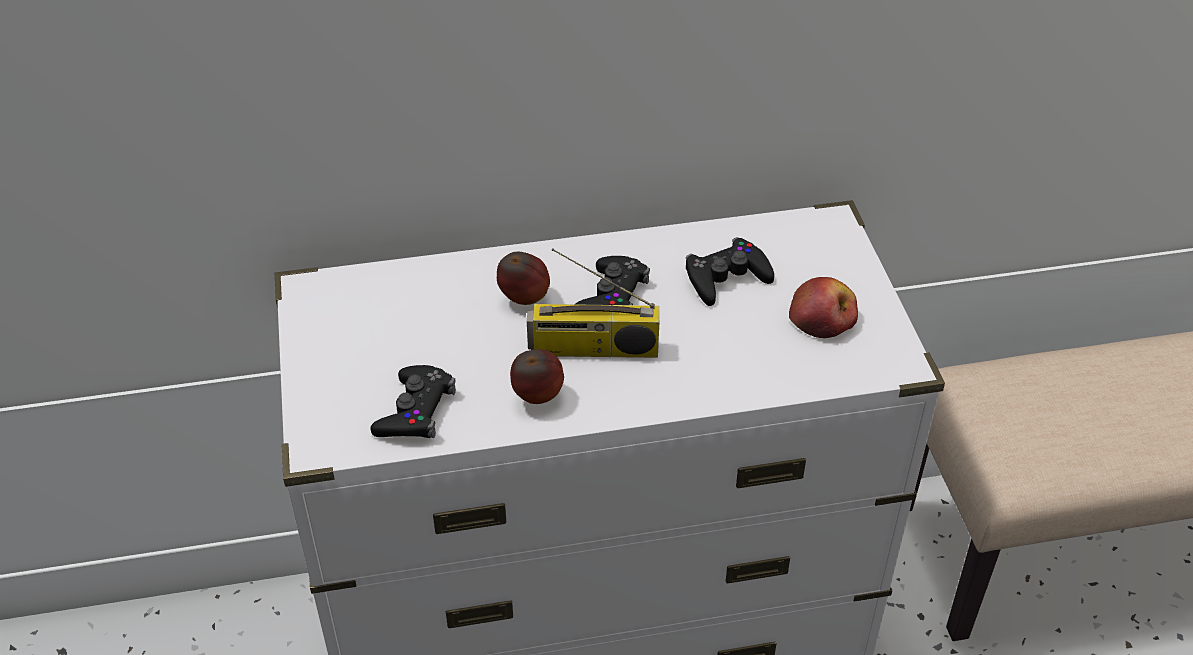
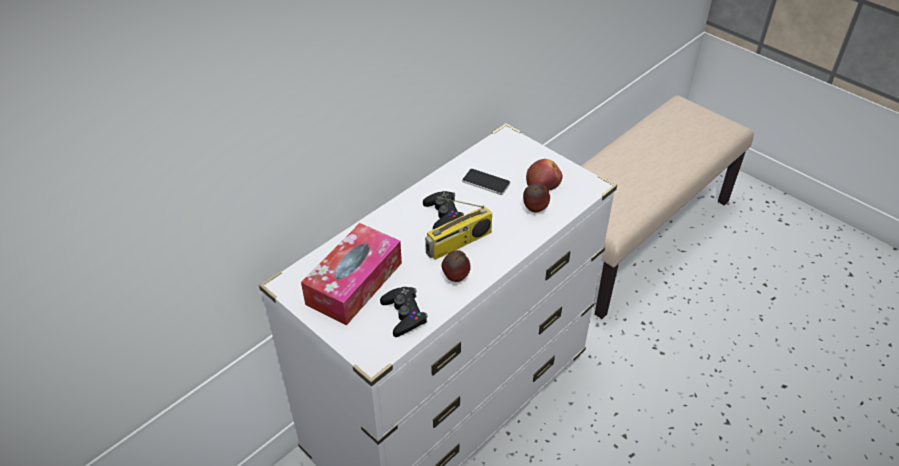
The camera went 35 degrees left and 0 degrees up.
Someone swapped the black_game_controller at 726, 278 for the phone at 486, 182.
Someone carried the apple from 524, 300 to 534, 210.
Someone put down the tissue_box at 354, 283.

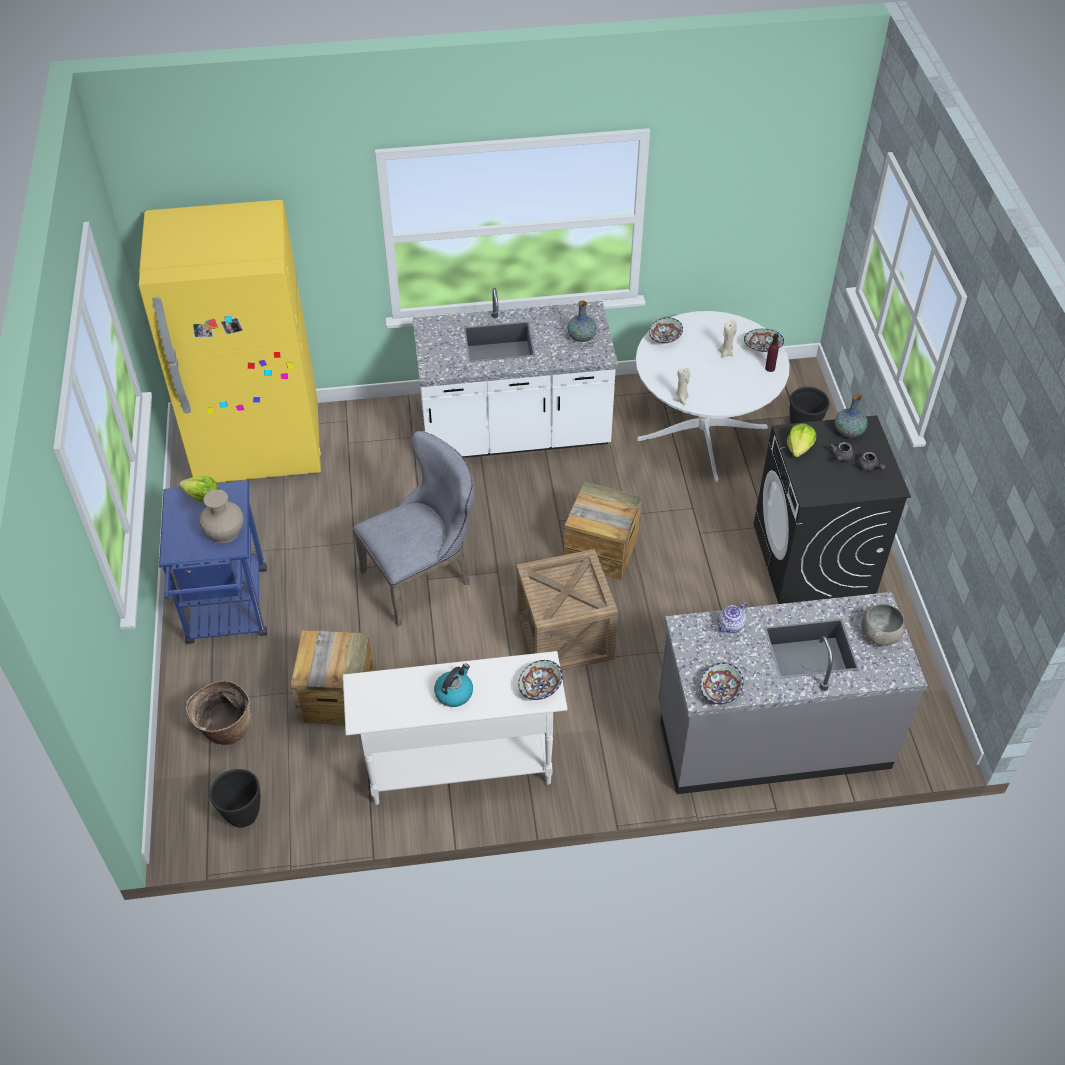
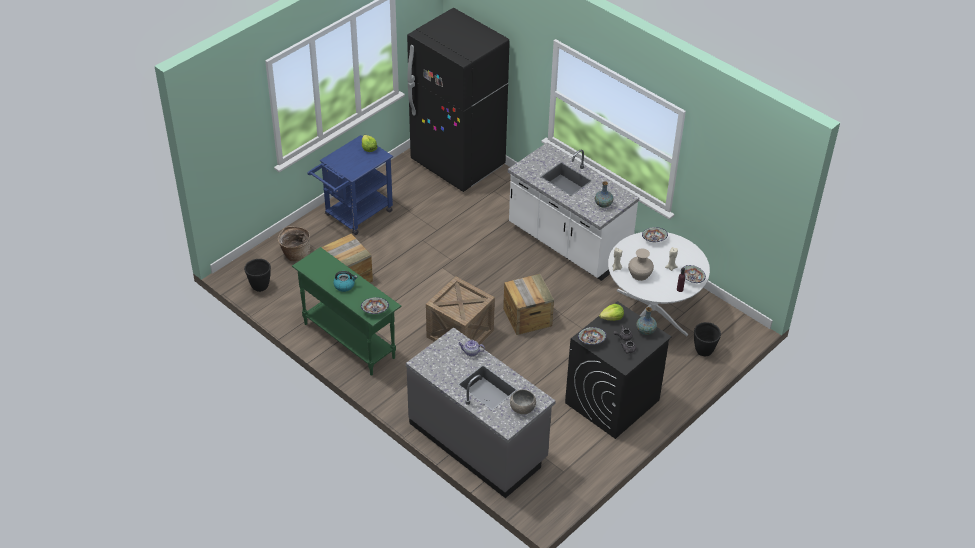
The camera went 50 degrees right and 5 degrees down.
Someone repainted the yellow_fridge at 259, 446, which became the black_fridge at 458, 164.
Someone took away the grey_chair at 423, 576.
Someone carried the beige_vase from 224, 531 to 640, 274.
Someone repainted the white_console_table at 459, 768, which became the green_console_table at 349, 340.
Someone carried the bowl from 720, 691 to 591, 341.

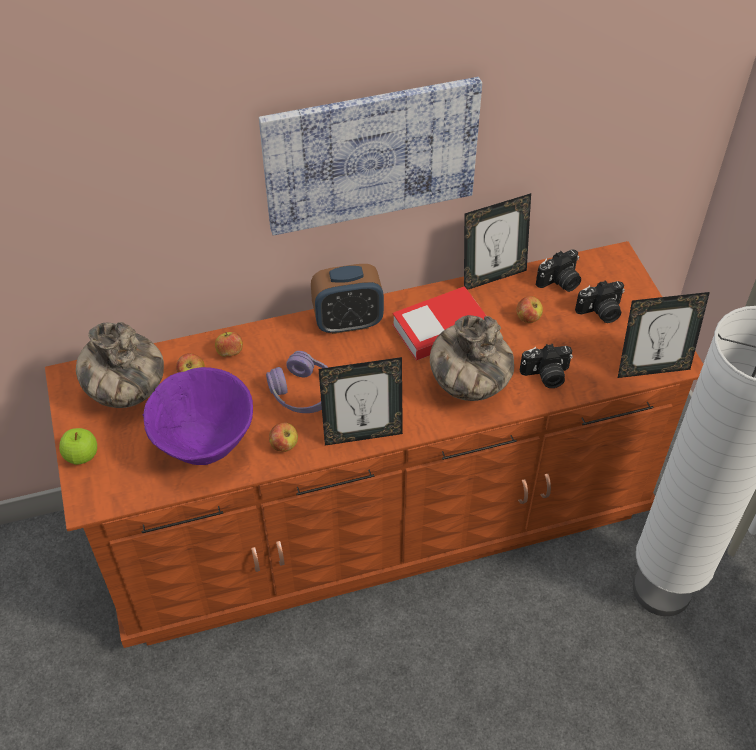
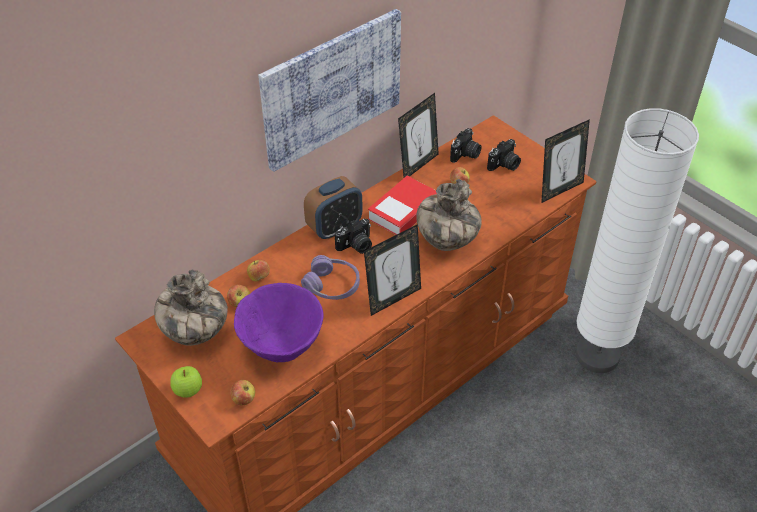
The camera went 25 degrees left and 5 degrees down.
Someone carried the photo_camera from 546, 376 to 356, 246.
Someone carried the apple from 284, 445 to 244, 399.

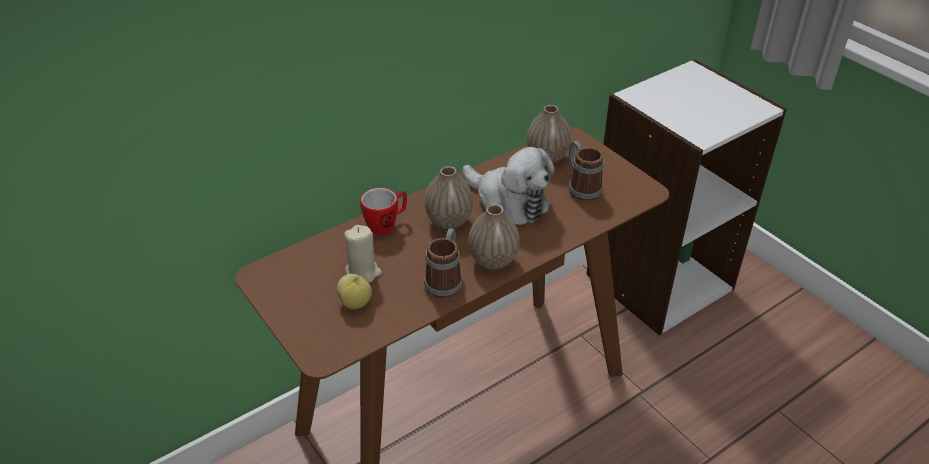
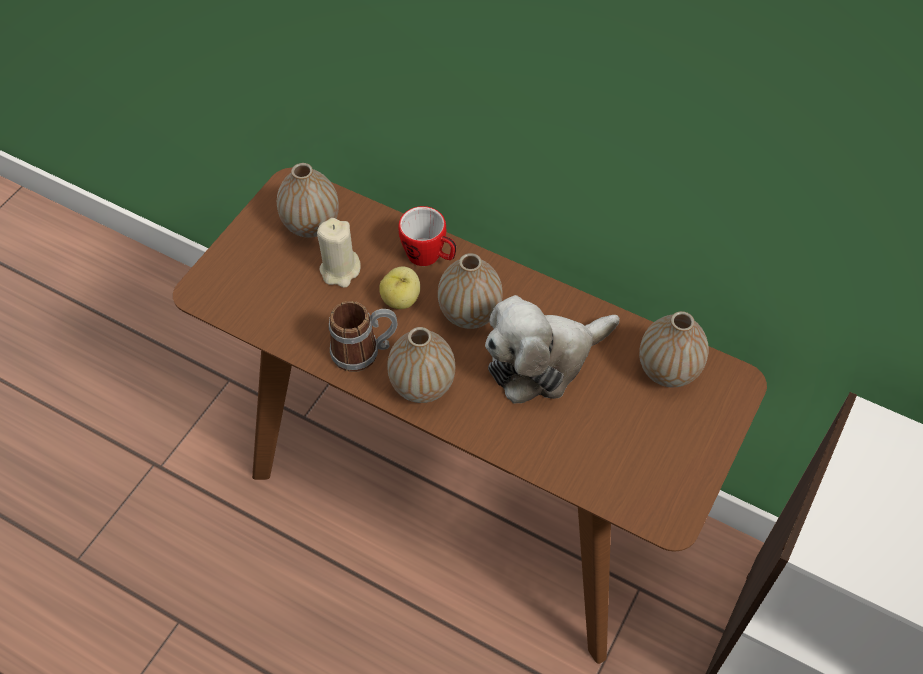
The camera went 65 degrees right and 15 degrees up.
Someone took away the mug at 581, 187.
Someone rotated the plush_toy at 508, 202 by 45 degrees clockwise.
Someone carried the apple from 355, 303 to 401, 300.
Someone put down the vase at 311, 225.

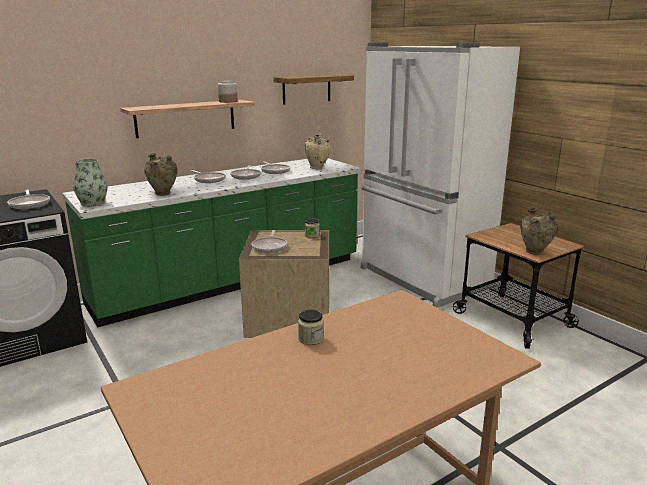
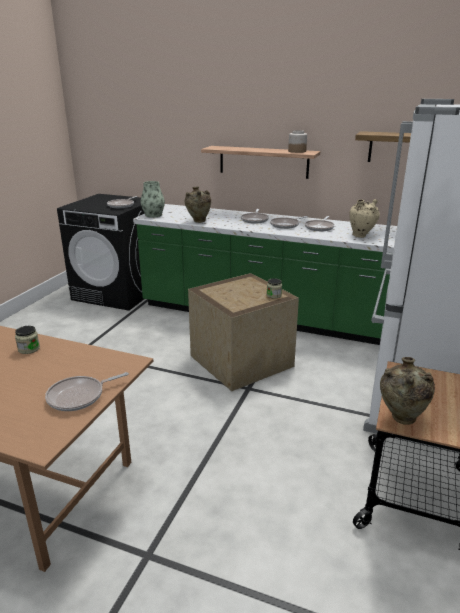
The camera went 55 degrees right and 5 degrees up.
Someone carried the frying_pan from 270, 247 to 79, 396.

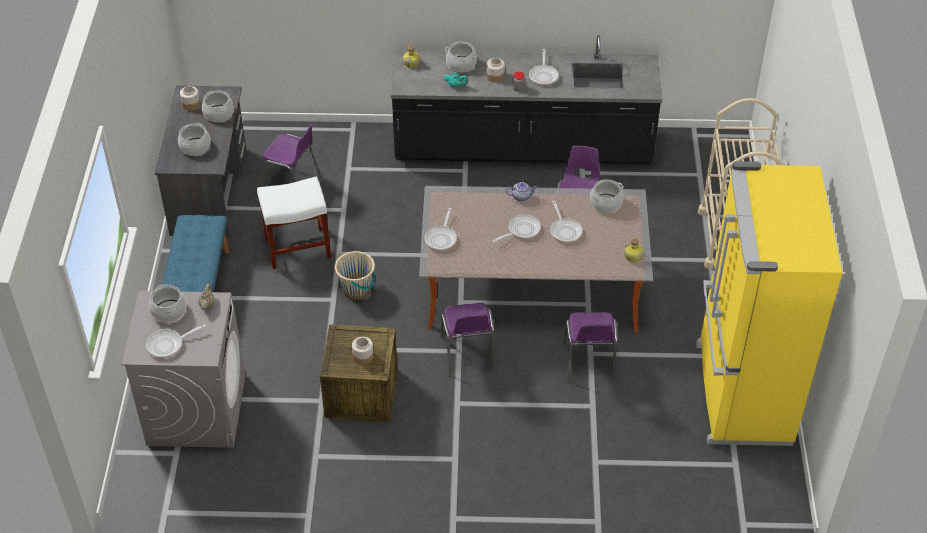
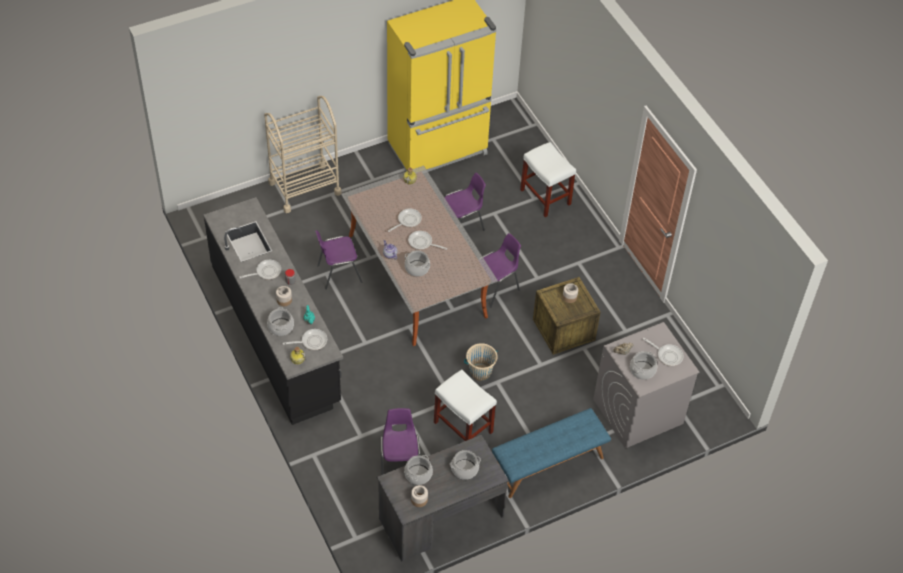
The camera went 120 degrees left and 5 degrees up.
Someone carried the cooking_pot from 605, 203 to 417, 268.
Someone carried the frying_pan from 441, 238 to 311, 341.
Someone put down the white_stool at 546, 197.

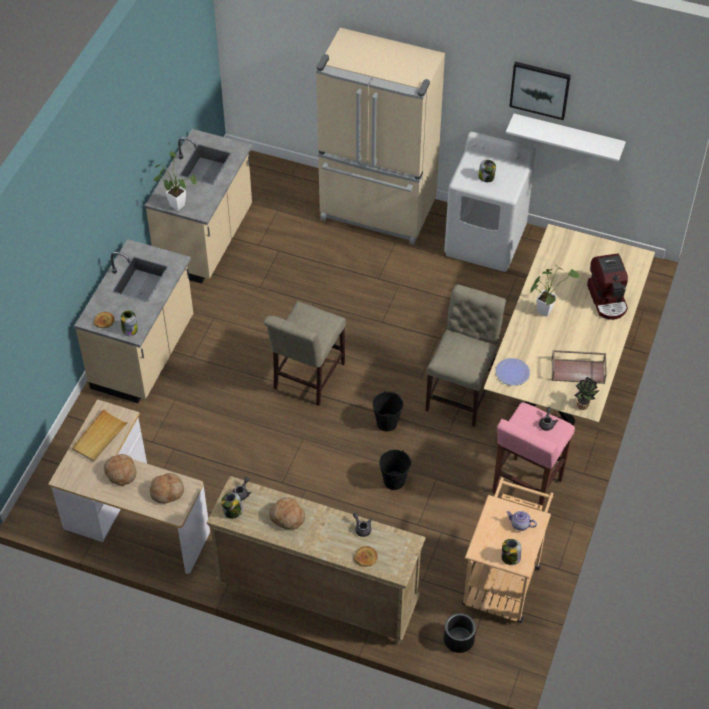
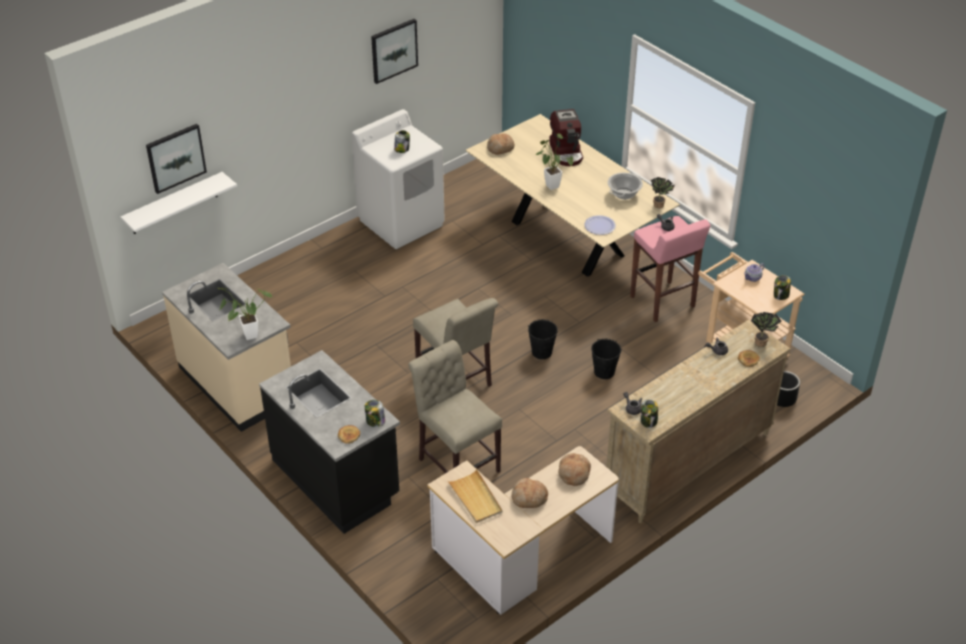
The camera went 60 degrees left and 10 degrees down.
Someone took away the beige_fridge at 377, 211.
Someone carried the white_shelf from 567, 136 to 174, 204.
Someone repainted the beige_counter at 144, 354, which became the black_counter at 336, 478.
Someone rotated the coffee_machine at 608, 299 by 60 degrees clockwise.
Someone carried the beige_chair from 462, 393 to 456, 462.
Someone swapped the brown_tray at 578, 370 for the cooking_pot at 624, 194.
Someone carried the bread from 287, 517 to 500, 148.
Someone put up the picture at 175, 157.
Someone put down the potted_plant at 762, 342.

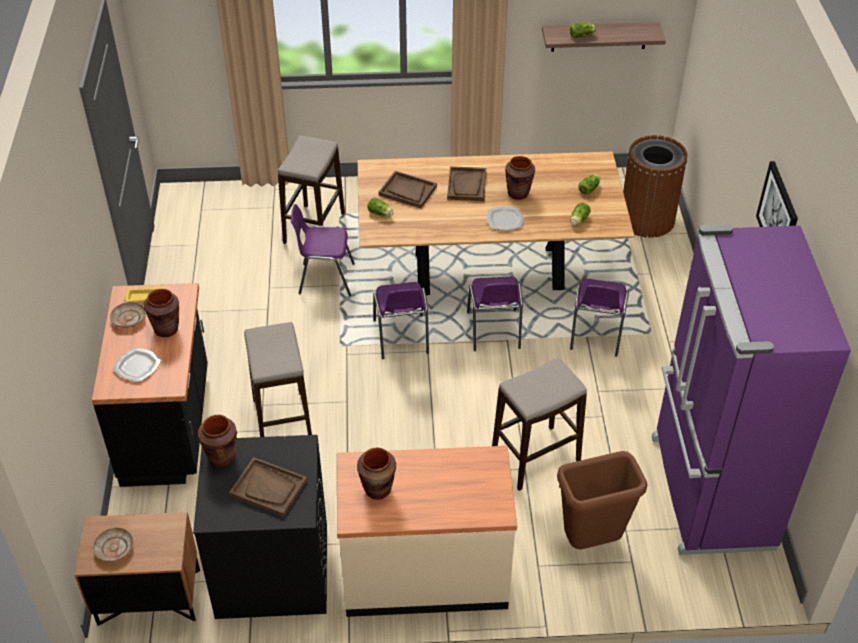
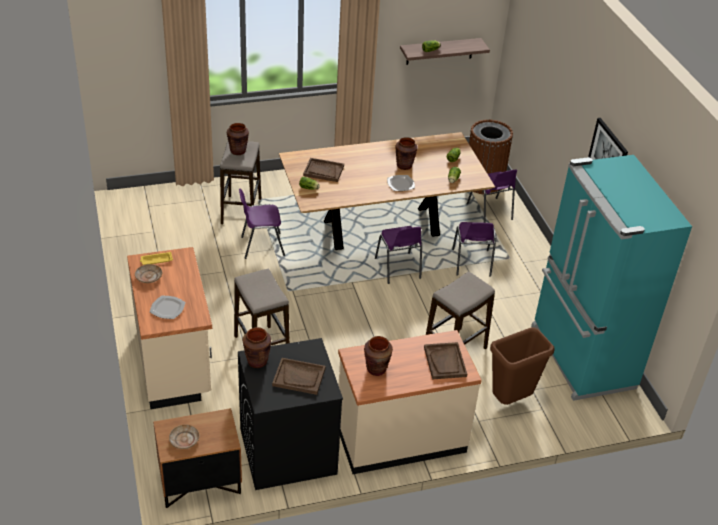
The camera went 15 degrees left and 5 degrees down.
Someone carried the brown_tray from 467, 185 to 445, 362.
Someone repainted the purple_fridge at 709, 492, which became the turquoise_fridge at 580, 358.
Someone carried the purple_chair from 401, 338 to 490, 212.
Someone repainted the black_counter at 168, 427, which became the beige_counter at 175, 363.
Someone carried the brown_vase from 166, 329 to 238, 151.

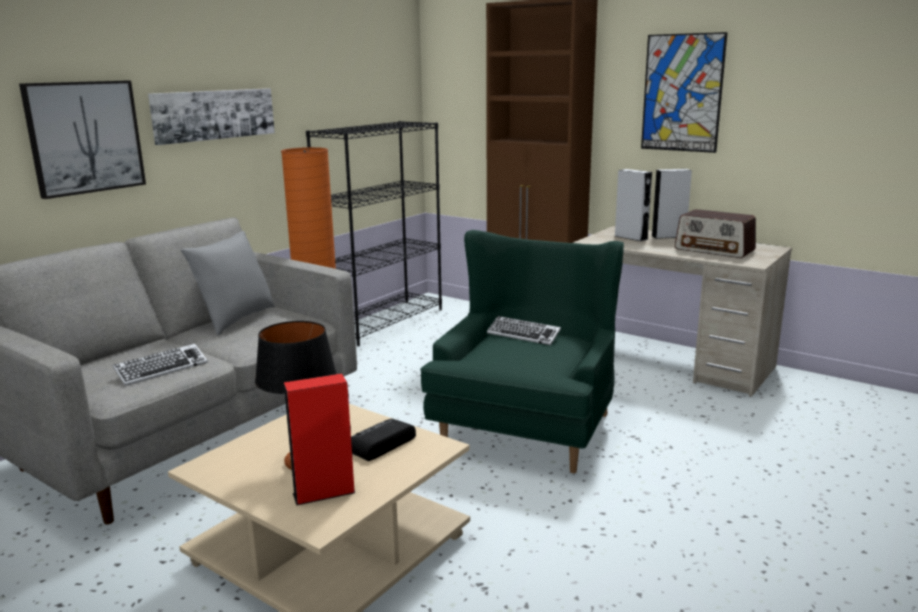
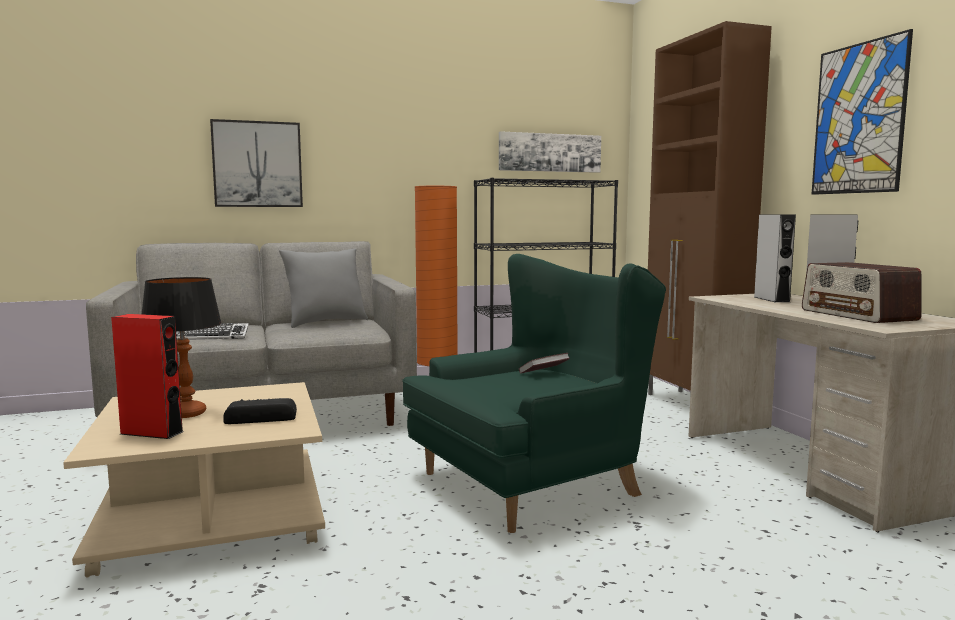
The camera went 35 degrees right and 10 degrees down.
Someone carried the picture from 214, 114 to 549, 152.
Someone swapped the keyboard at 523, 335 for the book at 544, 373.

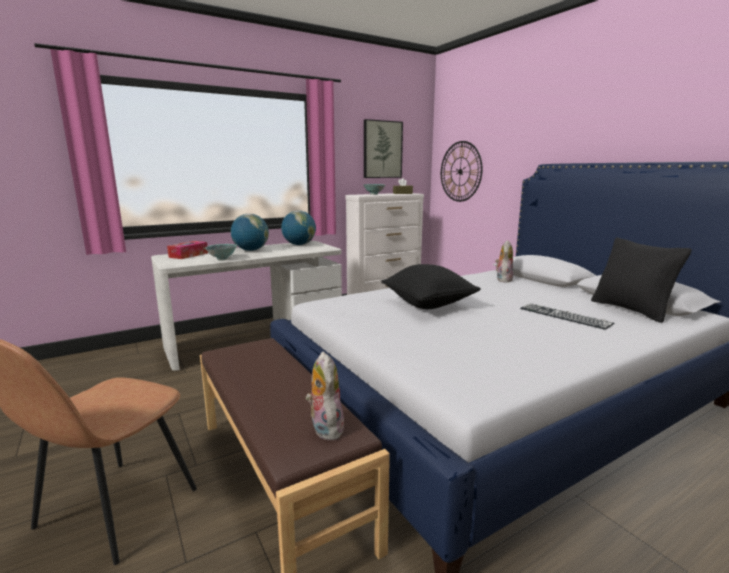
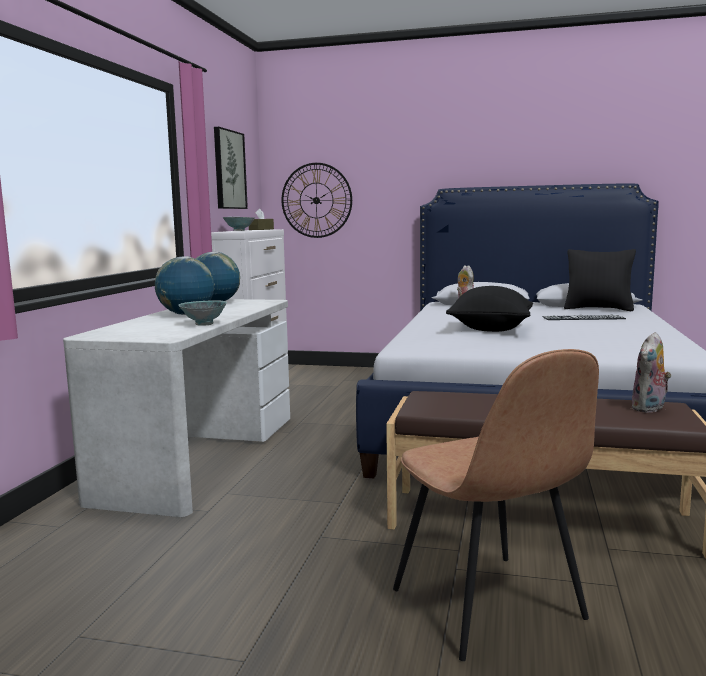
The camera went 45 degrees left and 5 degrees down.
Someone took away the tissue_box at 188, 255.
Someone rotated the plush_toy at 324, 428 by 75 degrees counterclockwise.

